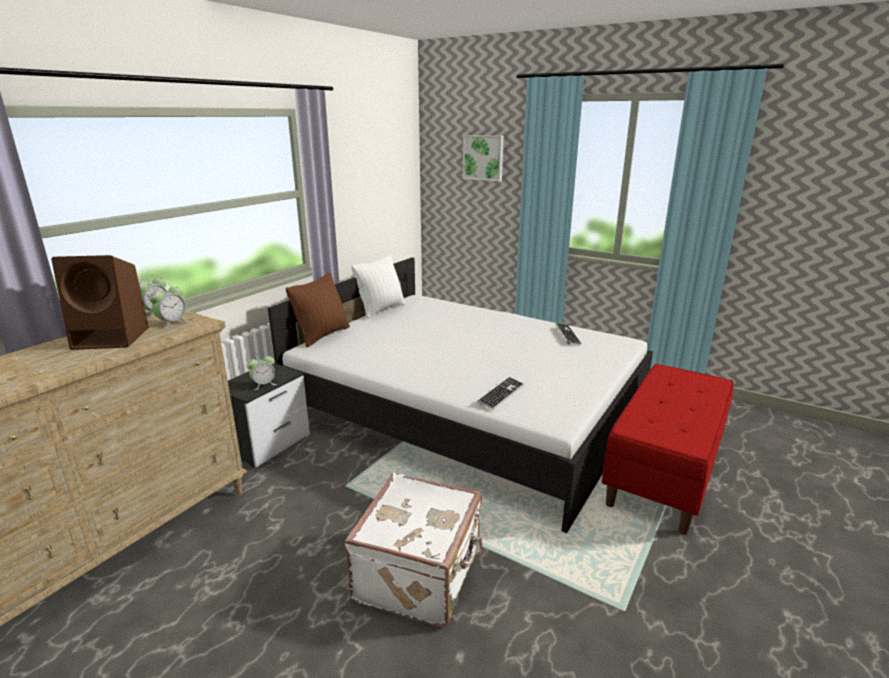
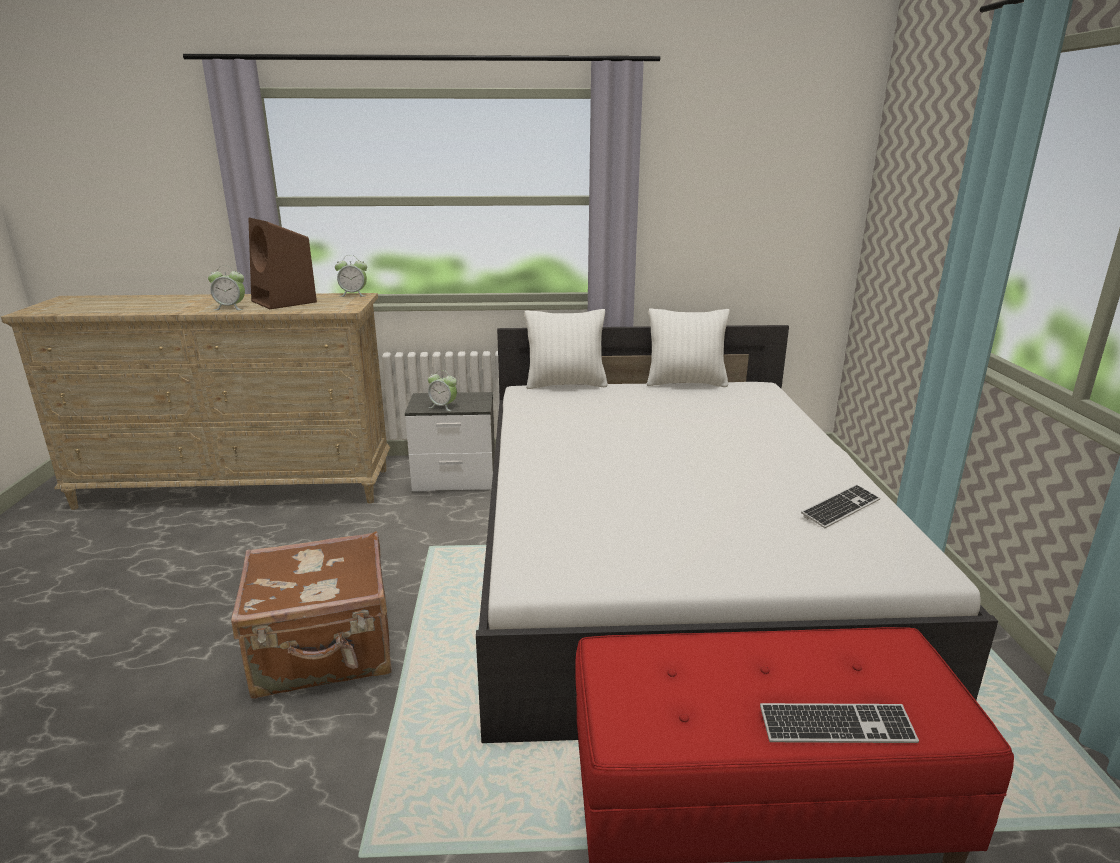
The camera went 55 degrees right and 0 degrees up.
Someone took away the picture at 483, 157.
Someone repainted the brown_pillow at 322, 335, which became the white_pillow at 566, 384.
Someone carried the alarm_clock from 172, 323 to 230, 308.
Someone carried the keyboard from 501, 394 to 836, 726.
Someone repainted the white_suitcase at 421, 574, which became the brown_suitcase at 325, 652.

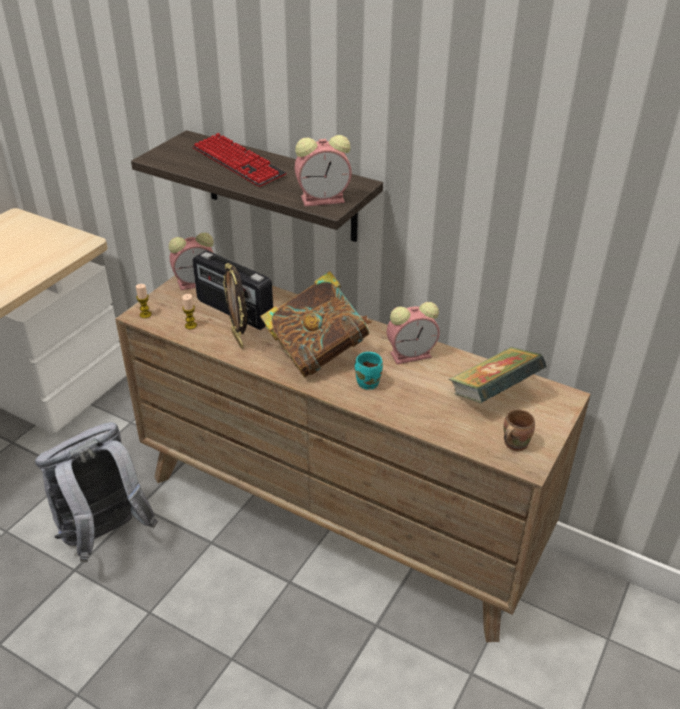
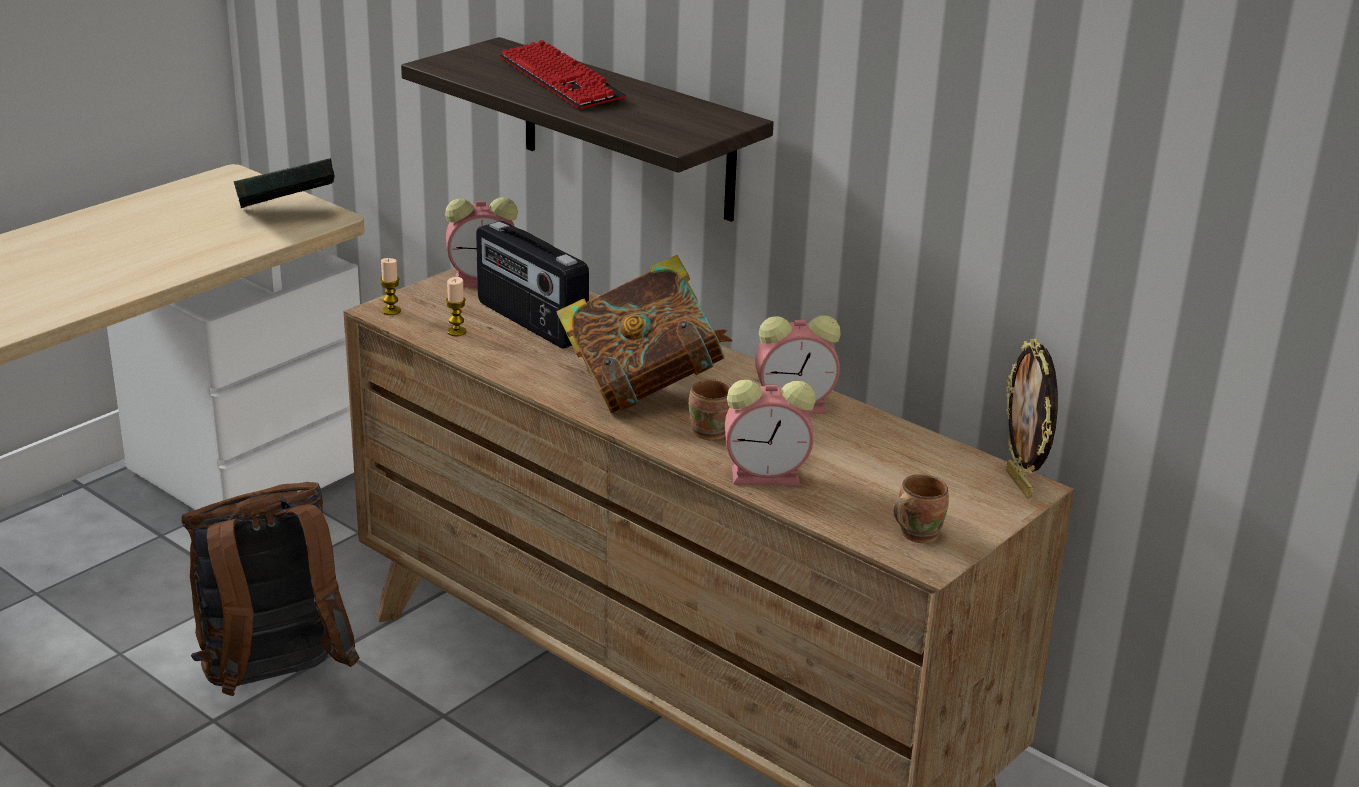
The camera went 10 degrees right and 10 degrees down.
Someone carried the alarm_clock from 324, 199 to 768, 475.
Someone carried the picture_frame from 238, 339 to 1021, 484.
Someone carried the book from 493, 394 to 286, 213.
Someone repainted the turquoise_mug at 369, 382, which became the brown_mug at 713, 432.
Someone repainted the grey_backpack at 104, 535, which became the brown_backpack at 274, 681.

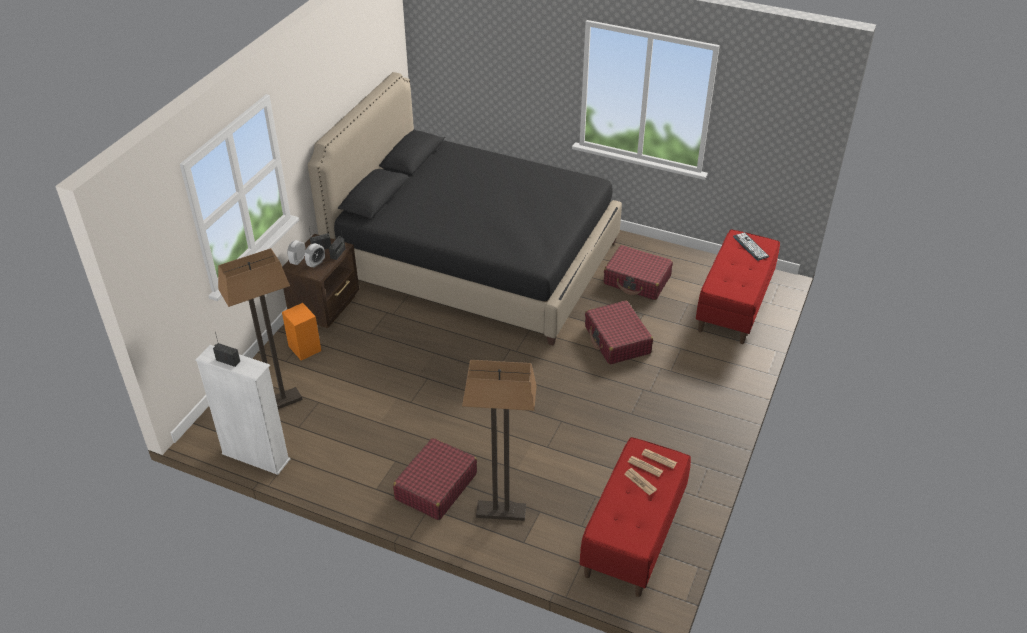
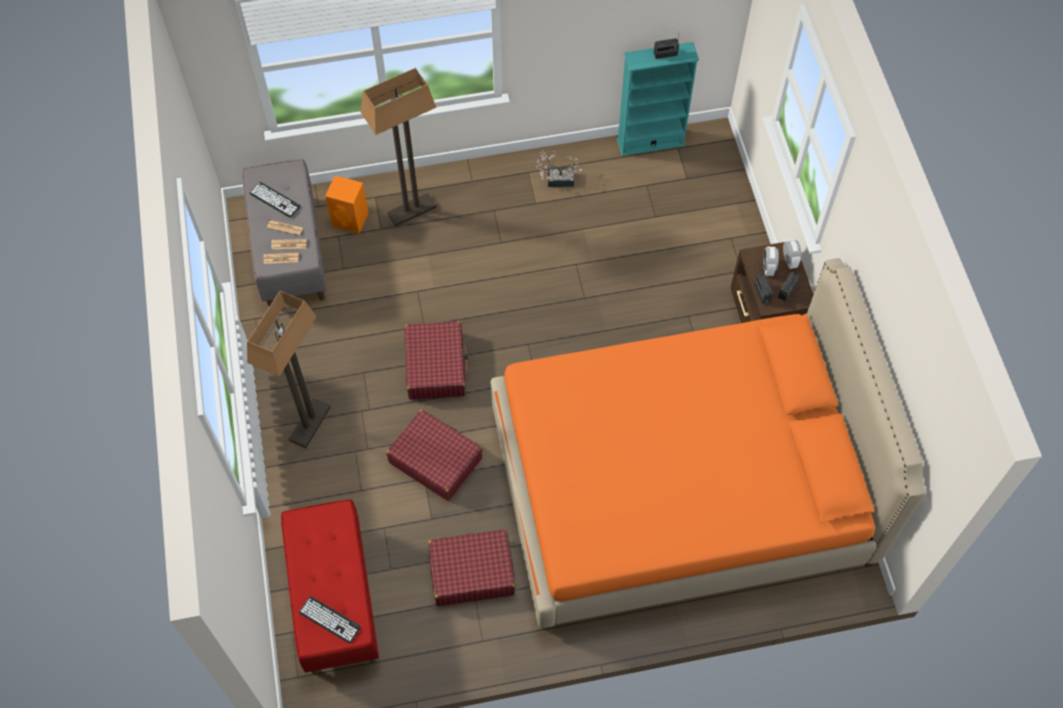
The camera went 145 degrees right and 20 degrees up.
Someone repainted the black_bed at 475, 260, which became the orange_bed at 679, 485.
Someone carried the floor_lamp from 279, 402 to 310, 424.
Someone carried the orange_speaker from 304, 348 to 351, 220.
Someone repainted the white_bookcase at 256, 457, which became the turquoise_bookcase at 650, 142.
Someone repainted the red_bench at 634, 536, which became the grey_bench at 289, 251.
Someone carried the red_suitcase from 435, 486 to 436, 366.
Someone put down the potted_plant at 557, 179.
Someone put down the keyboard at 275, 200.

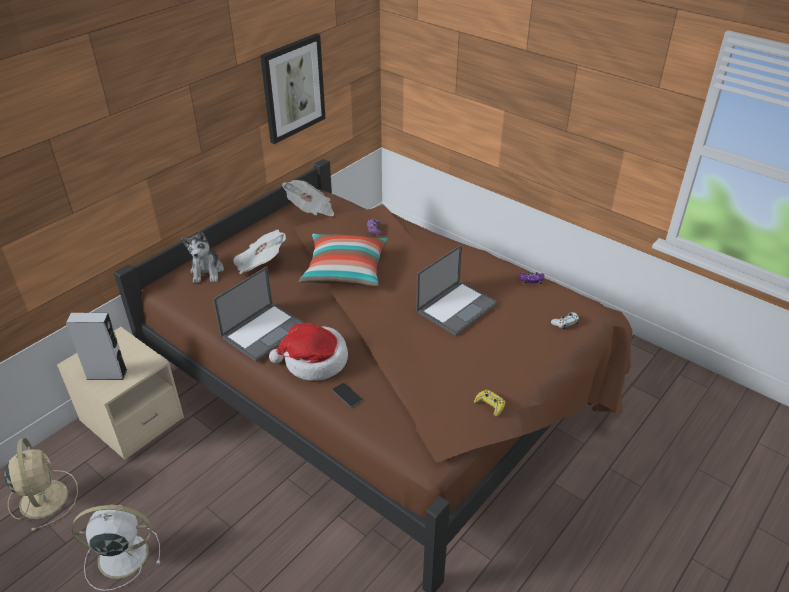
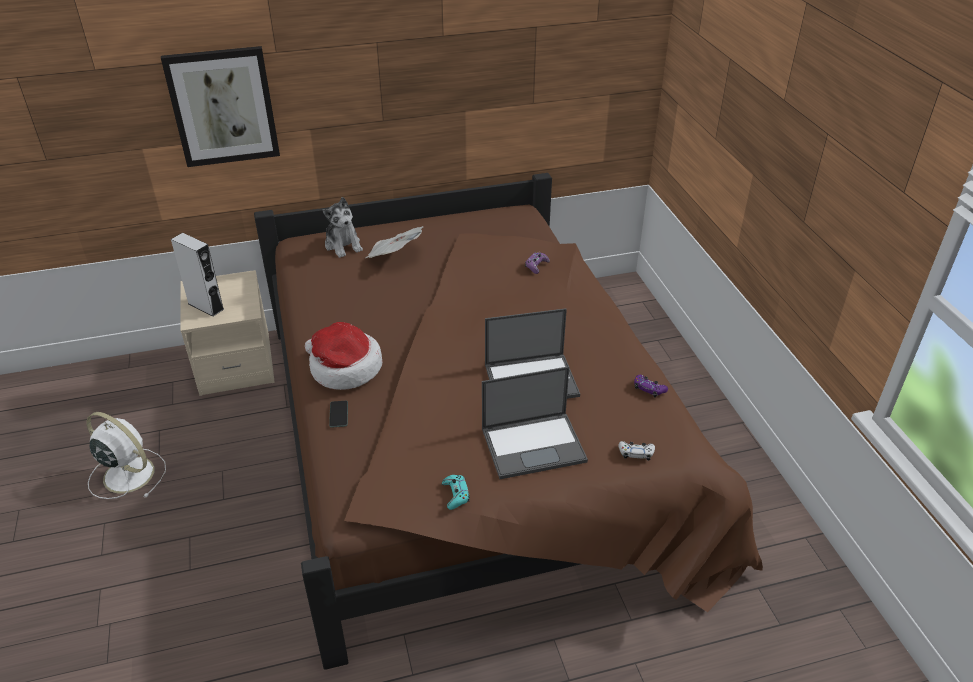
The camera went 35 degrees right and 0 degrees up.
Someone carried the picture from 293, 88 to 223, 106.
Someone took away the newspaper at 310, 210.
Someone rotated the plush_toy at 207, 271 by 60 degrees counterclockwise.
Someone took away the pillow at 345, 271.
Someone carried the laptop from 264, 331 to 534, 444.
Someone repainted the yellow_game_controller at 490, 405, which became the turquoise_game_controller at 455, 494.
Someone took away the beige_fan at 44, 497.

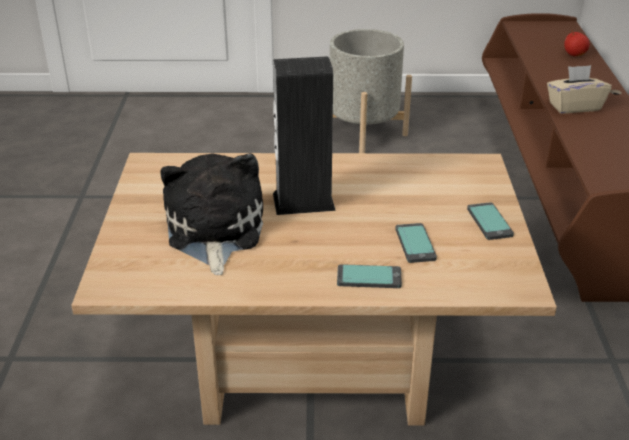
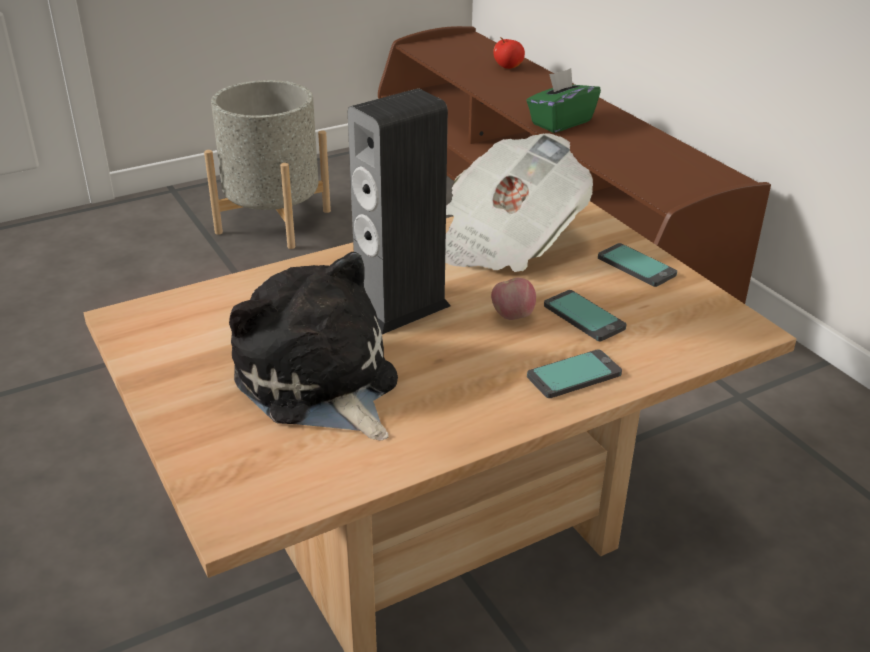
The camera went 30 degrees left and 0 degrees up.
Someone repainted the beige_tissue_box at 574, 106, which became the green_tissue_box at 560, 122.
Someone put down the newspaper at 505, 241.
Someone put down the apple at 512, 316.

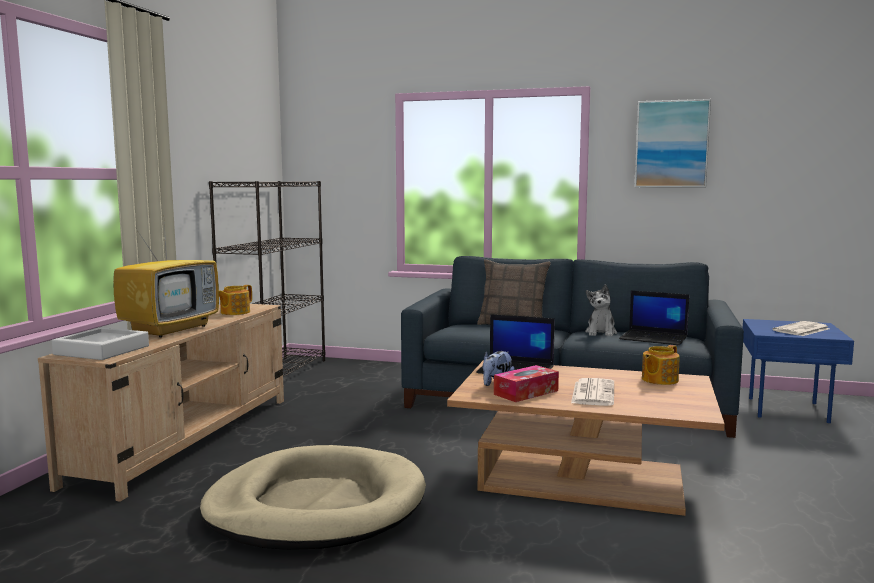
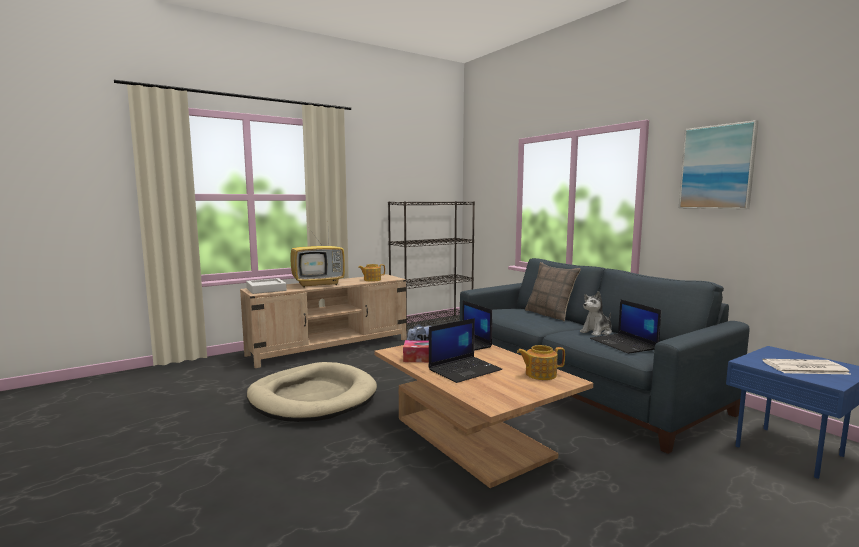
The camera went 40 degrees right and 0 degrees up.
Someone swapped the newspaper at 592, 393 for the laptop at 465, 369.

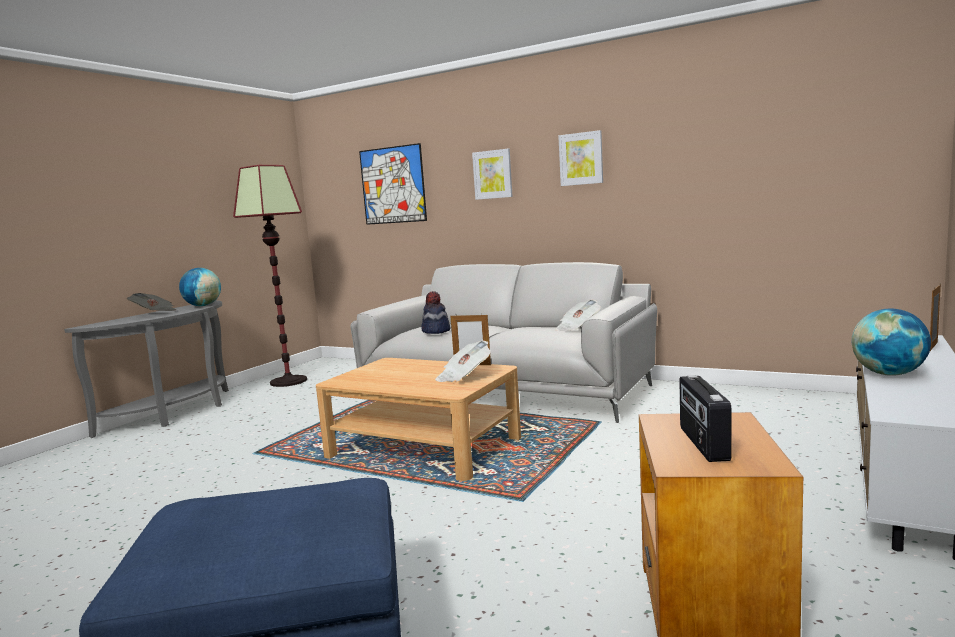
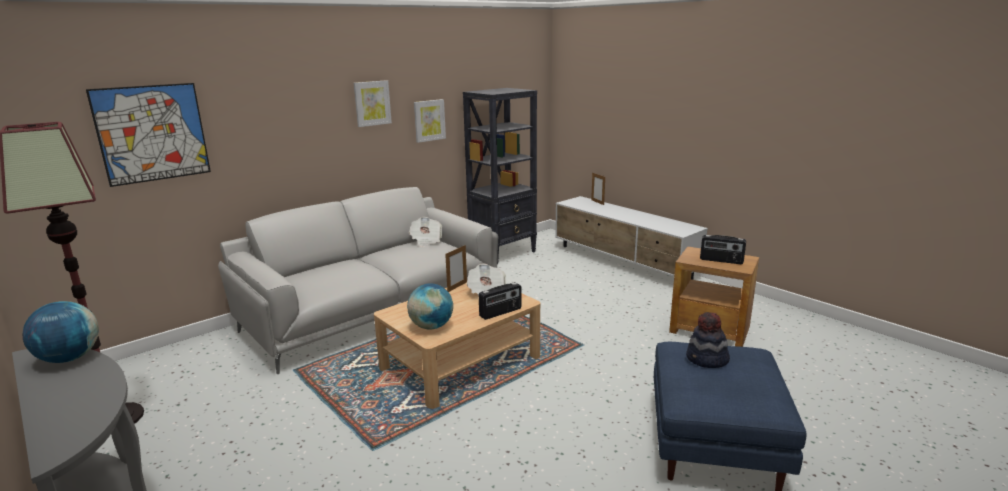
The camera went 70 degrees left and 10 degrees up.
Someone carried the picture from 492, 174 to 429, 120.
Someone carried the hat from 435, 331 to 707, 360.
Someone took away the newspaper at 155, 314.
Someone carried the globe from 888, 374 to 431, 326.
Someone put down the black_bookcase at 503, 252.
Someone put down the radio at 501, 312.

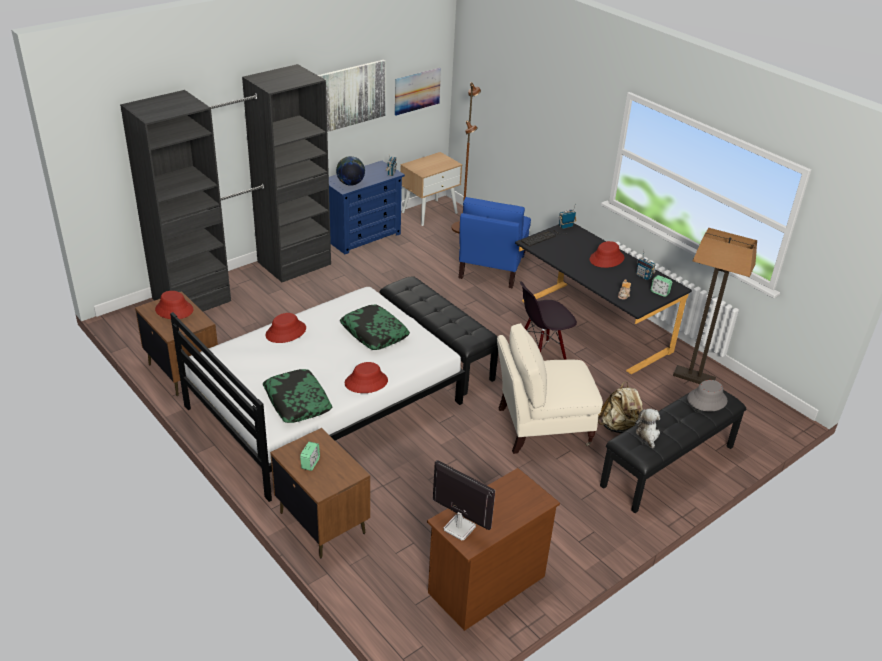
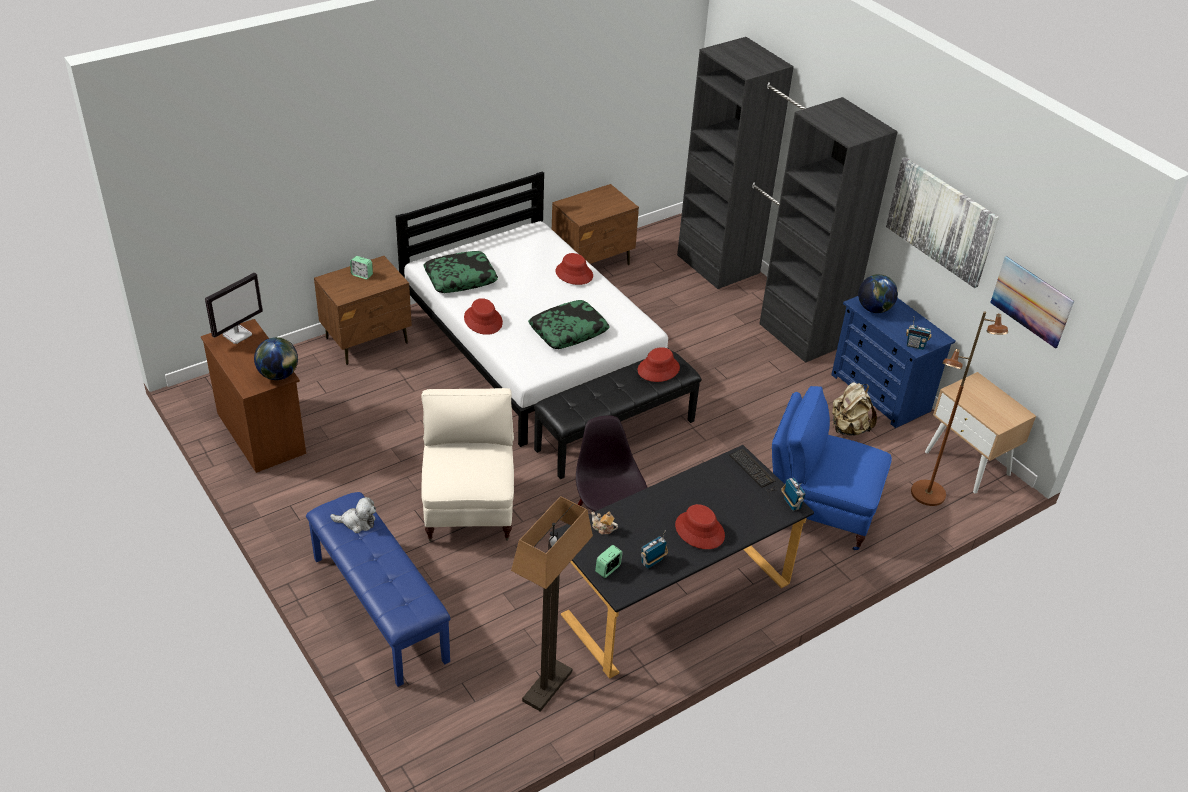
The camera went 95 degrees right and 5 degrees up.
Someone carried the red_hat from 174, 310 to 658, 369.
Someone took away the grey_hat at 706, 400.
Someone carried the beige_backpack from 619, 427 to 848, 428.
Someone repainted the black_bench at 668, 466, which became the blue_bench at 378, 608.
Someone put down the globe at 278, 375.

